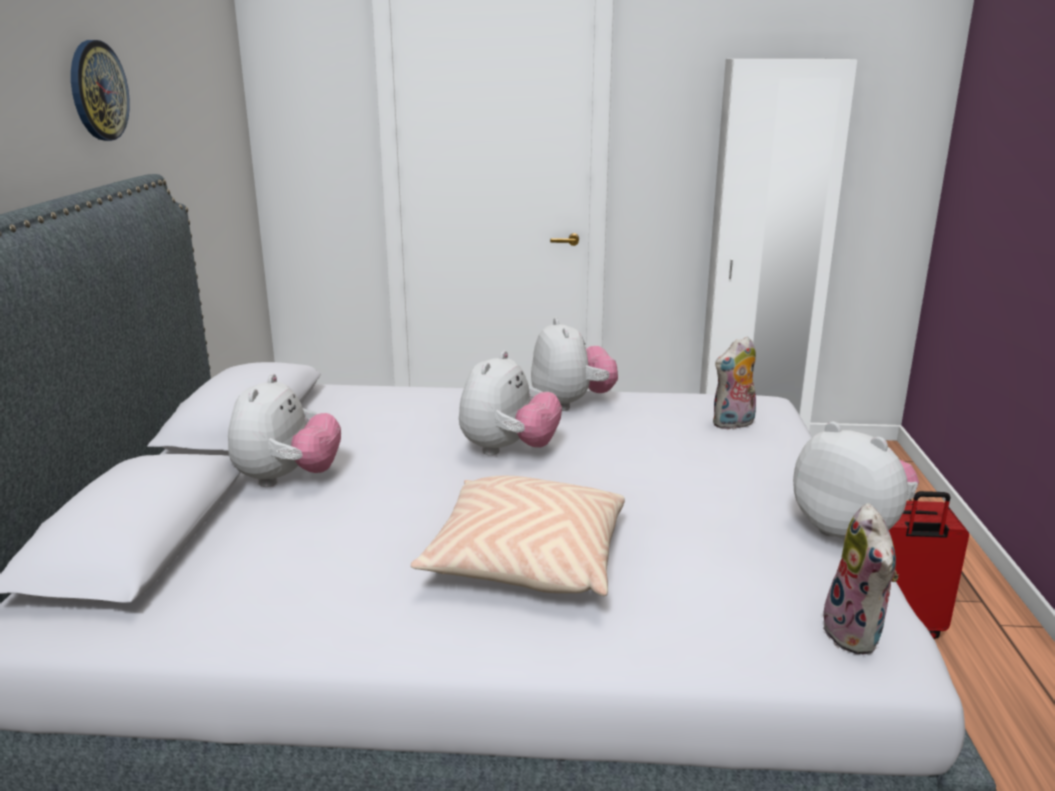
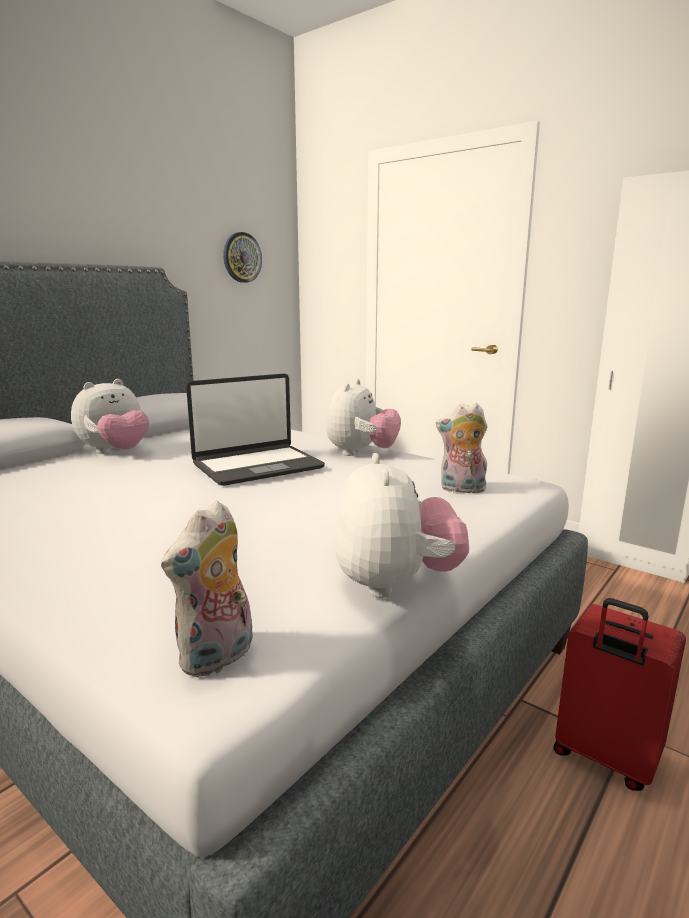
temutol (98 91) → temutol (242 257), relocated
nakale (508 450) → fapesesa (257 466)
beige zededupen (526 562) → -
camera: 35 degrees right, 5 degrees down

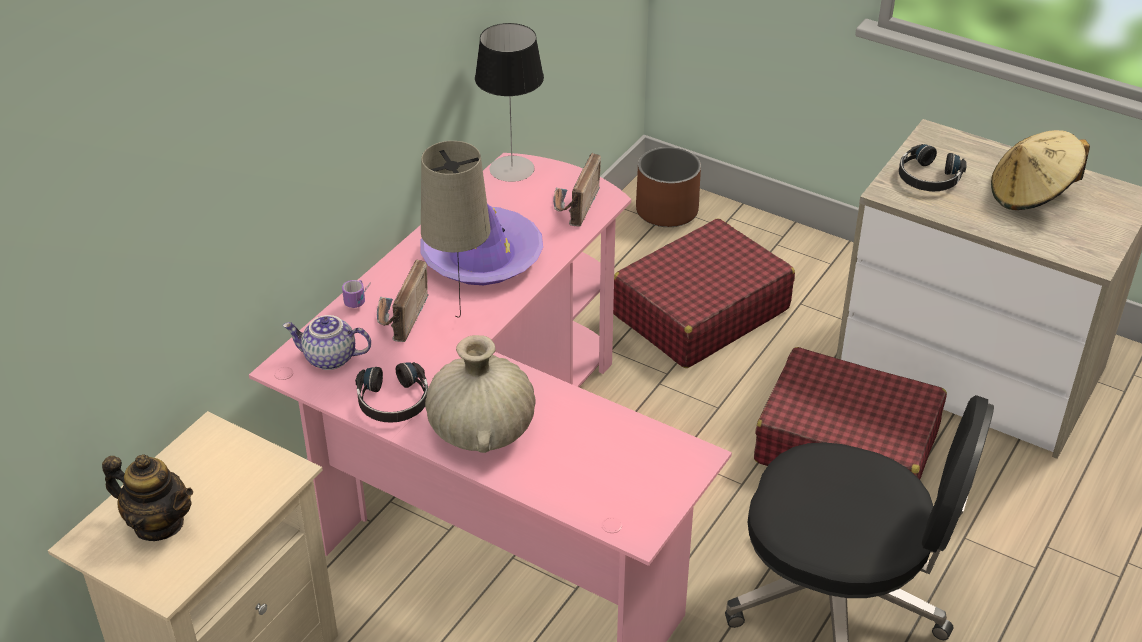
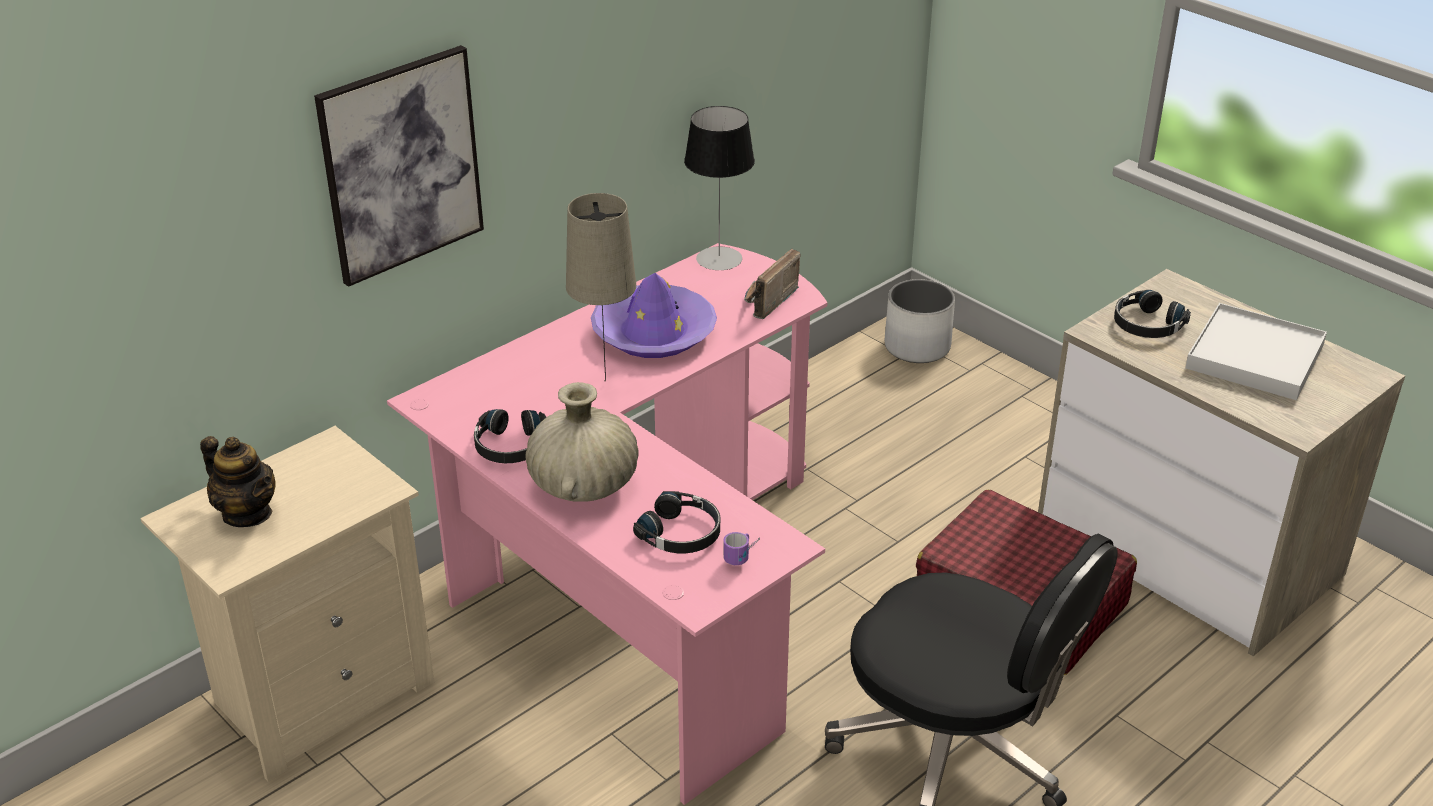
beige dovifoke (1031 195) → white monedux (1255 357)
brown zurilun (667 211) → white zurilun (917 347)
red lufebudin (699 312) → -
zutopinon (399 319) → -
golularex (360 299) → golularex (744 555), relocated
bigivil (329 359) → -
- → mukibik (401 165)
- → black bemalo (681 533)
camera: 15 degrees right, 5 degrees down

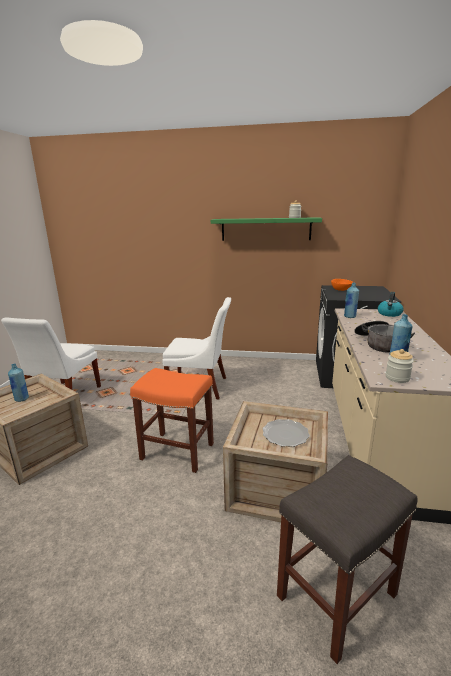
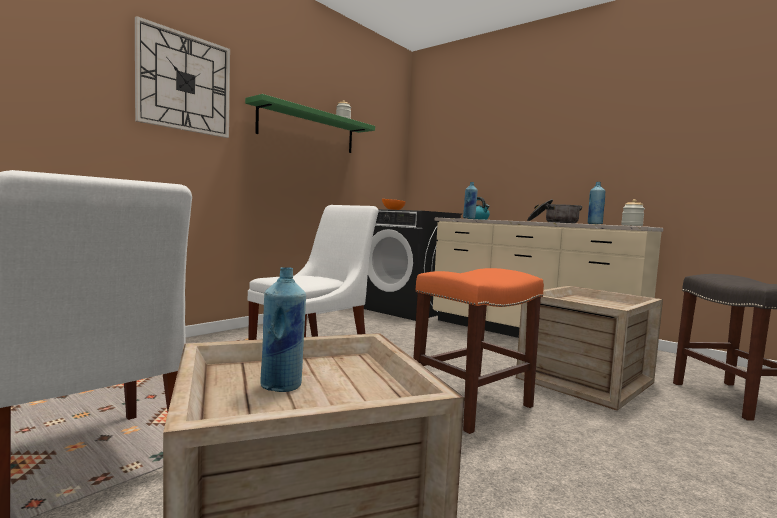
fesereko (285 434) → -
- → temutol (184 82)
camera: 60 degrees left, 15 degrees down

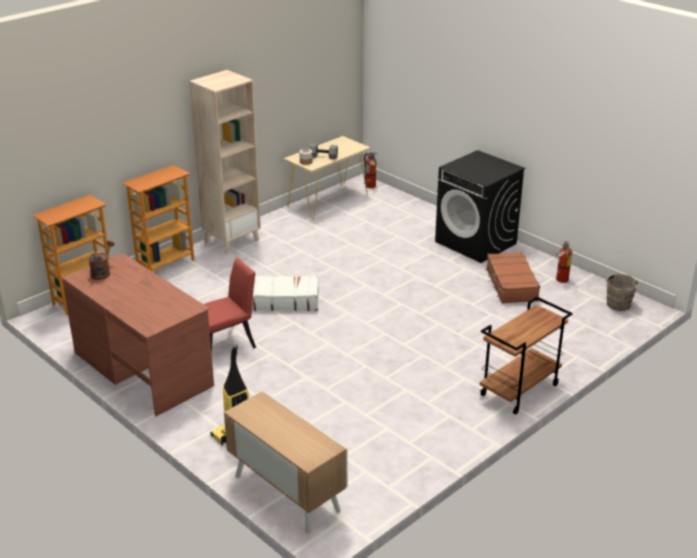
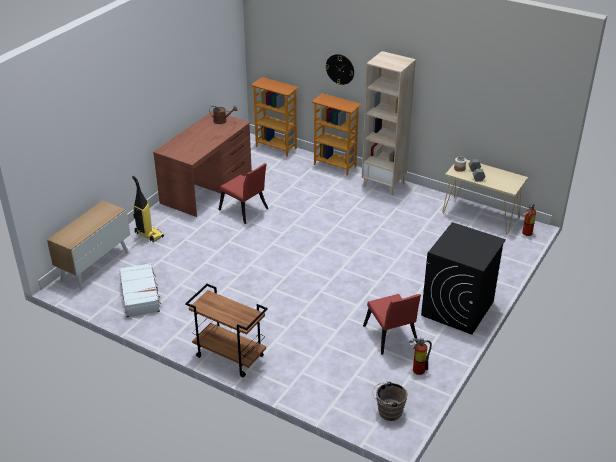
brown lufebudin (511 285) → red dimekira (391 337)
white lufebudin (283 300) → white lufebudin (140 295), relocated
- → temutol (340 69)
camera: 75 degrees right, 5 degrees up

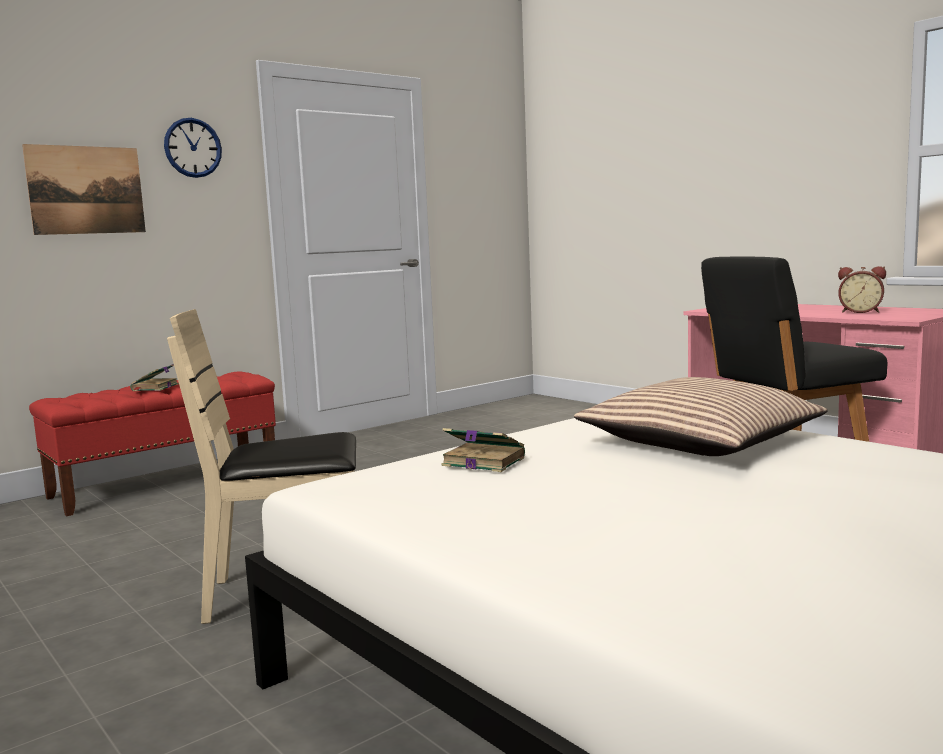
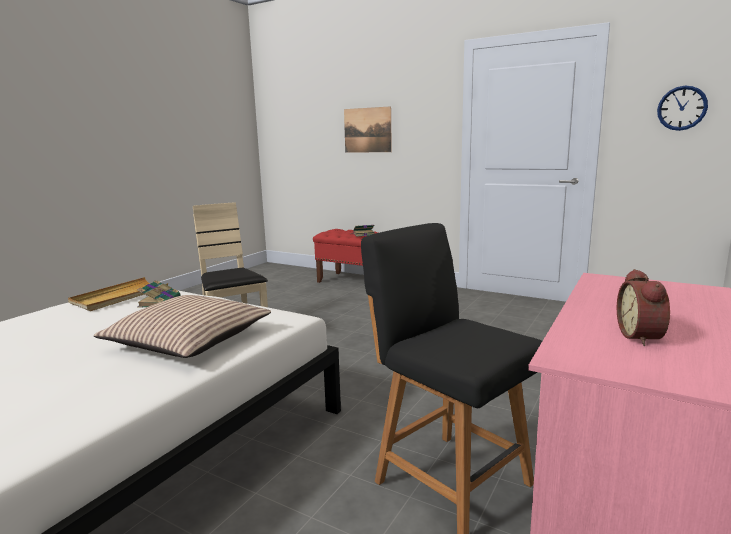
temutol (193 148) → temutol (682 108), relocated
- → beige monedux (119 297)
camera: 70 degrees right, 5 degrees up

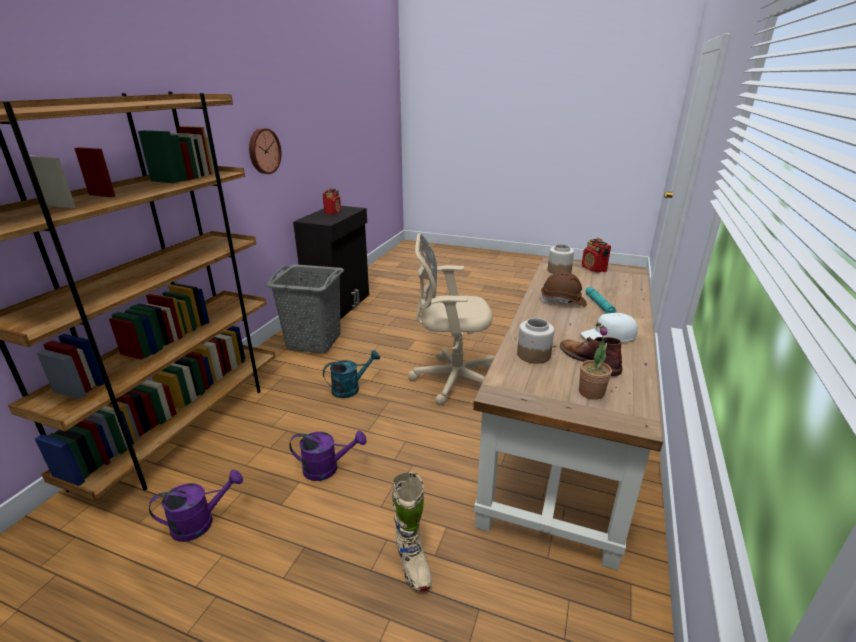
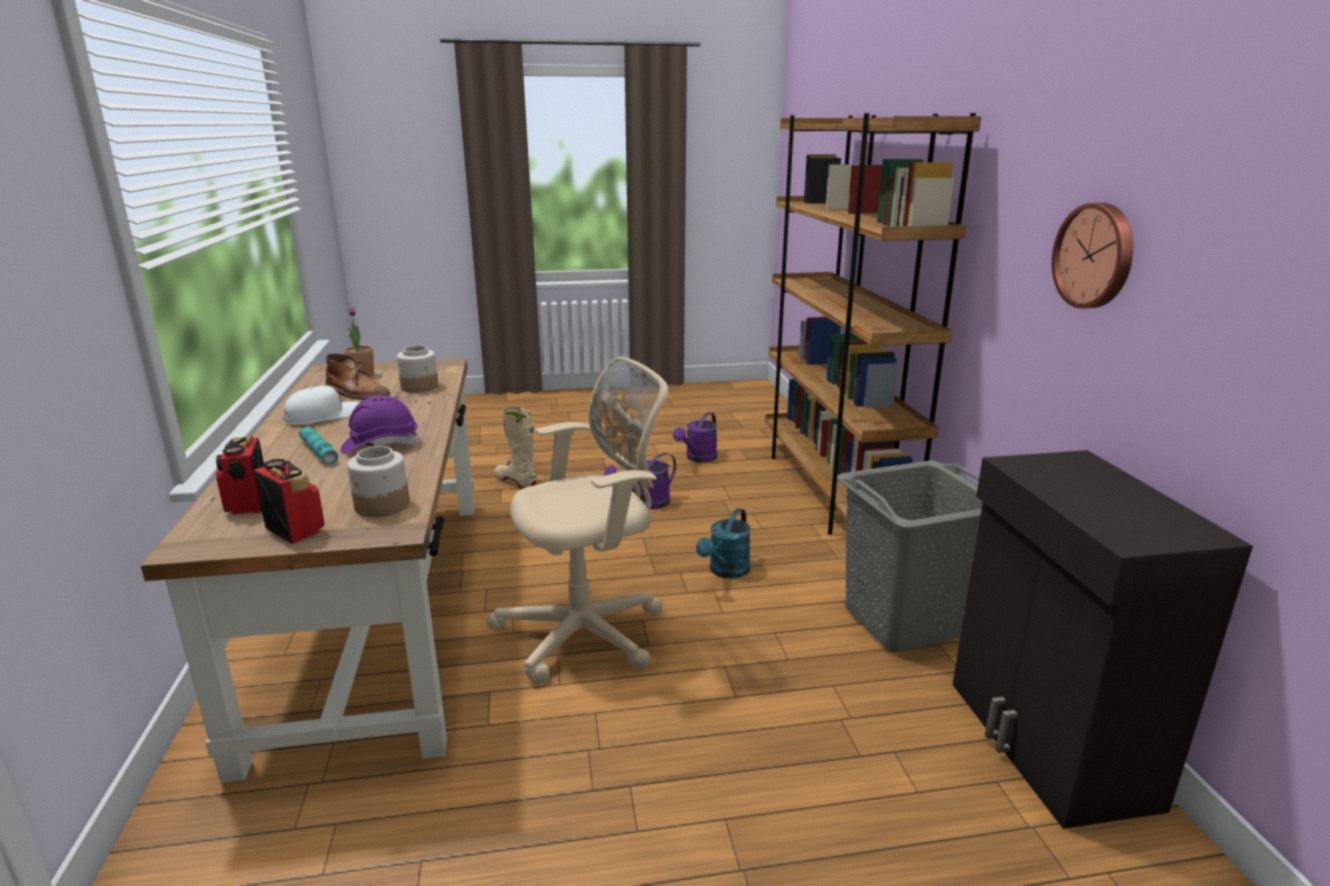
zutopinon (333 212) → zutopinon (248 504), relocated
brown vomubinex (563 301) → purple vomubinex (380 445)
camera: 150 degrees right, 5 degrees down

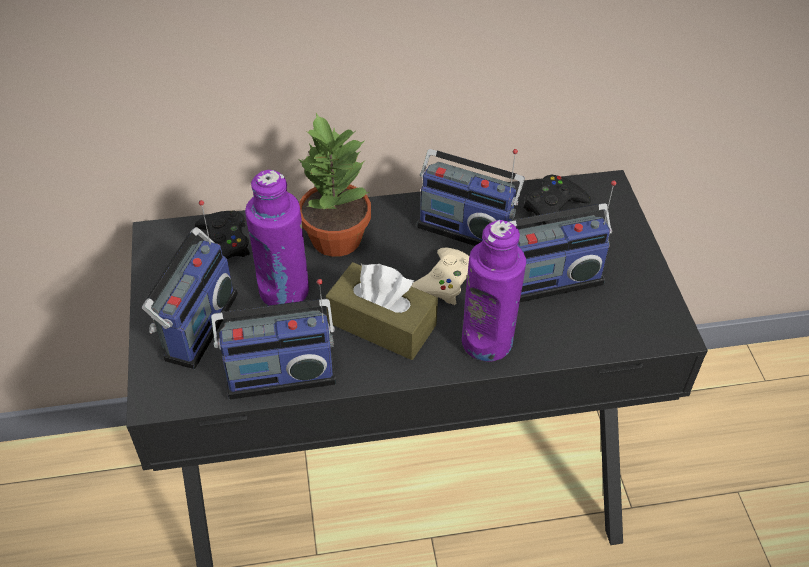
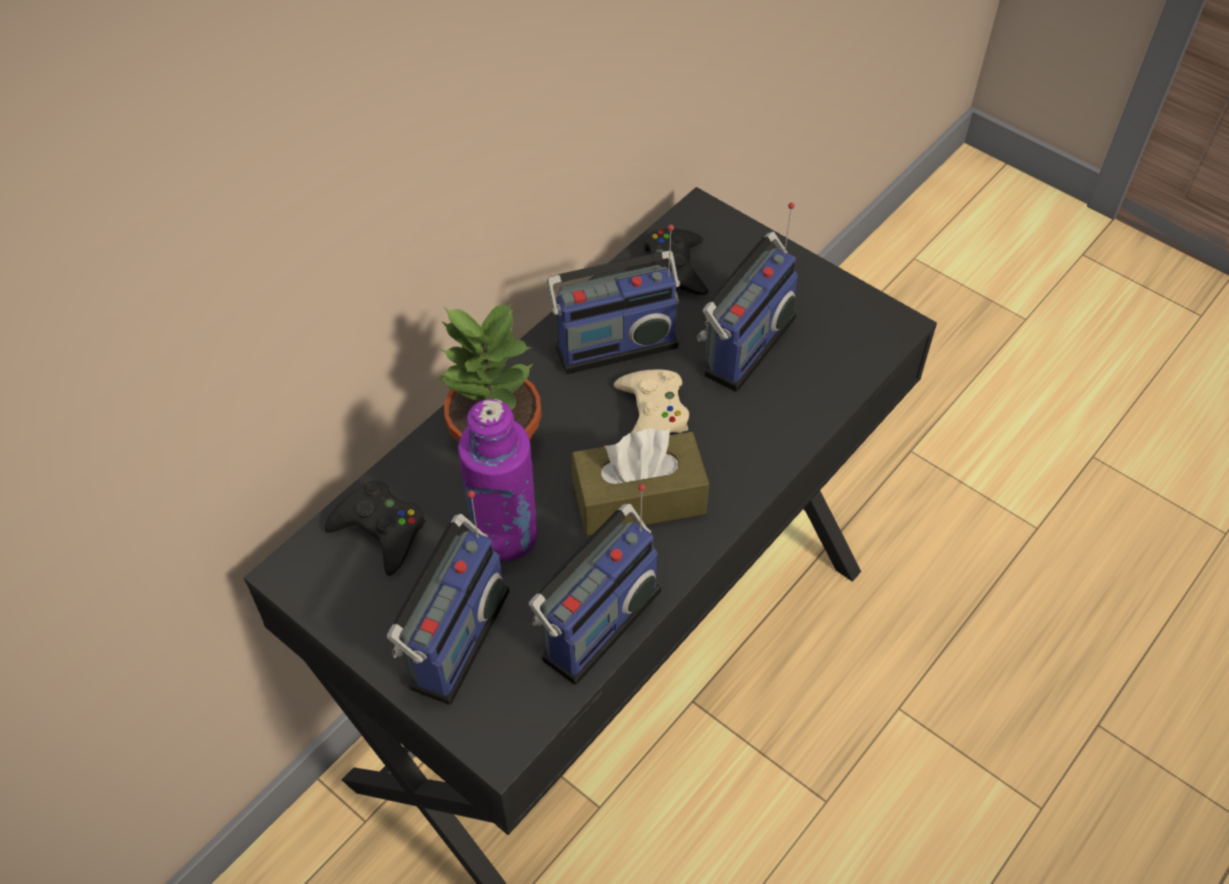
zutopinon (196 325) → zutopinon (453 637), 45 degrees clockwise
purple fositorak (487 341) → -
camera: 40 degrees left, 5 degrees up

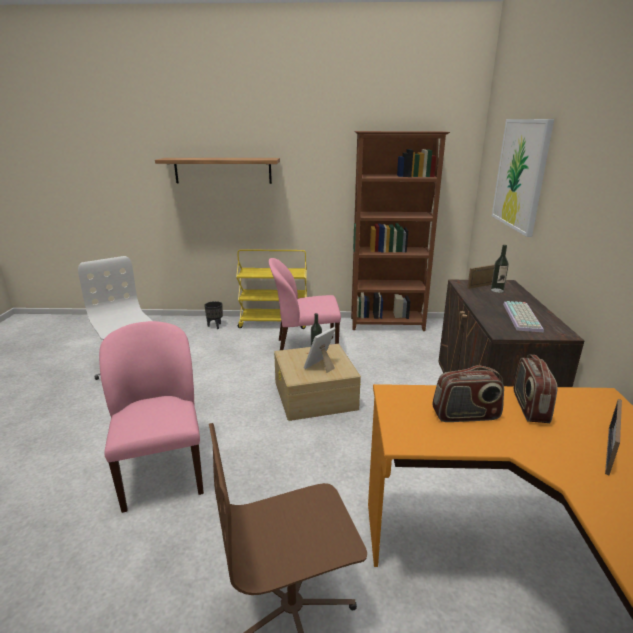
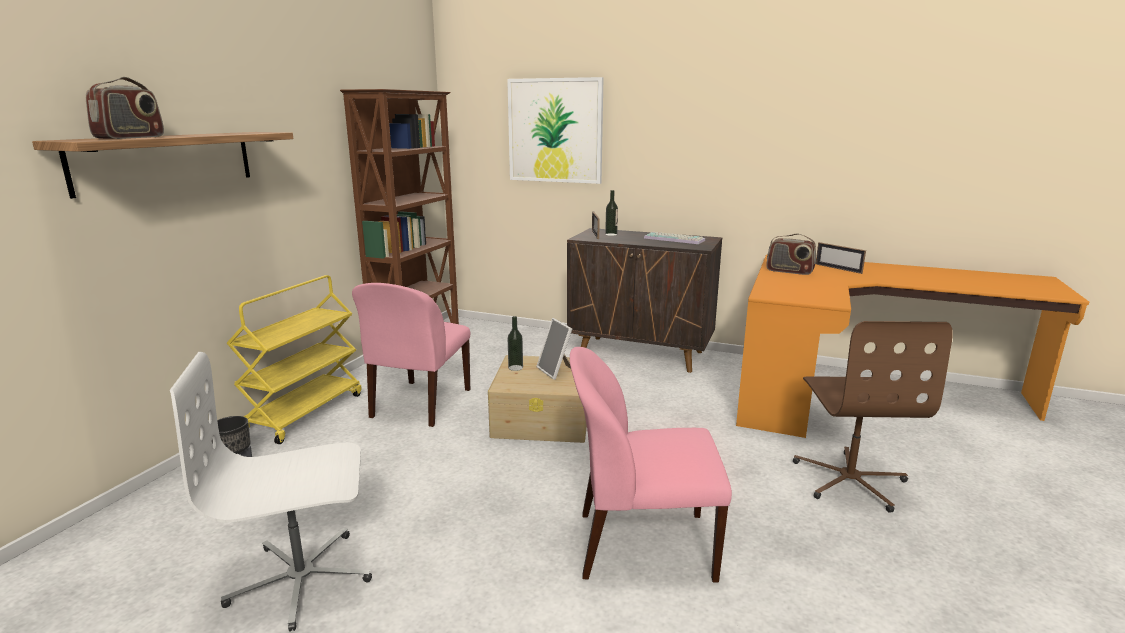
zutopinon (465 415) → zutopinon (130 137), relocated
camera: 70 degrees left, 5 degrees down

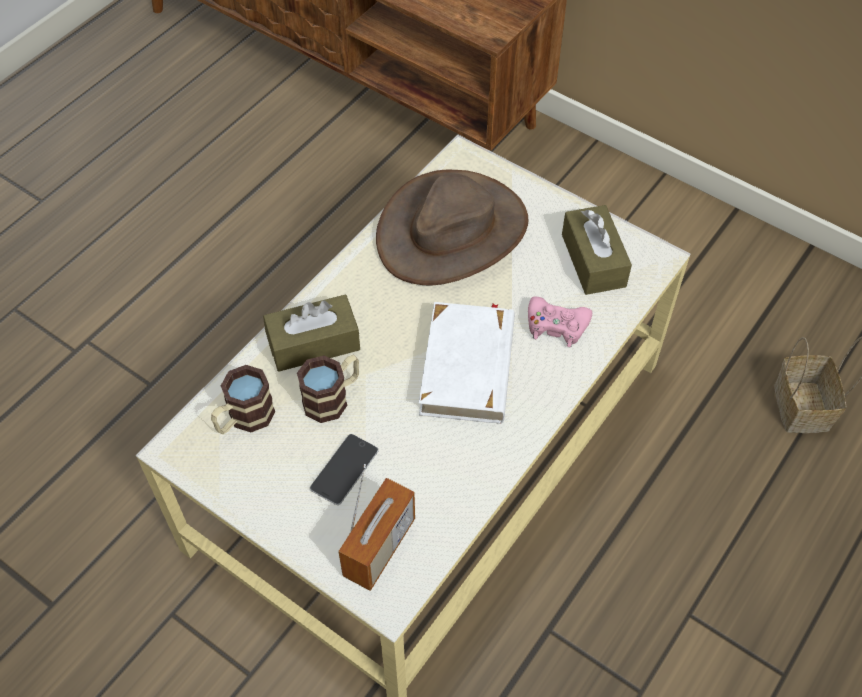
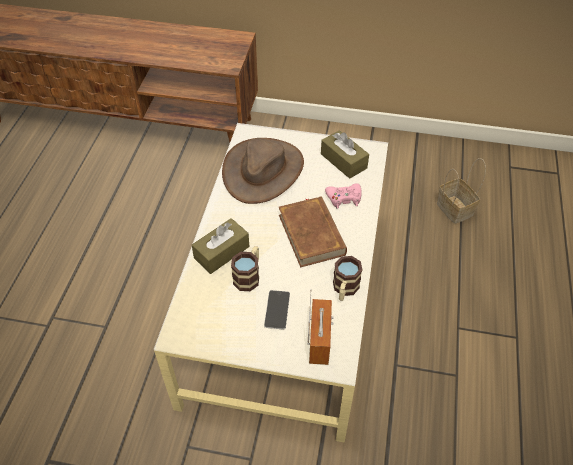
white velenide (468 367) → brown velenide (312 234)
golularex (244 419) → golularex (344 289), relocated
camera: 25 degrees left, 5 degrees down

